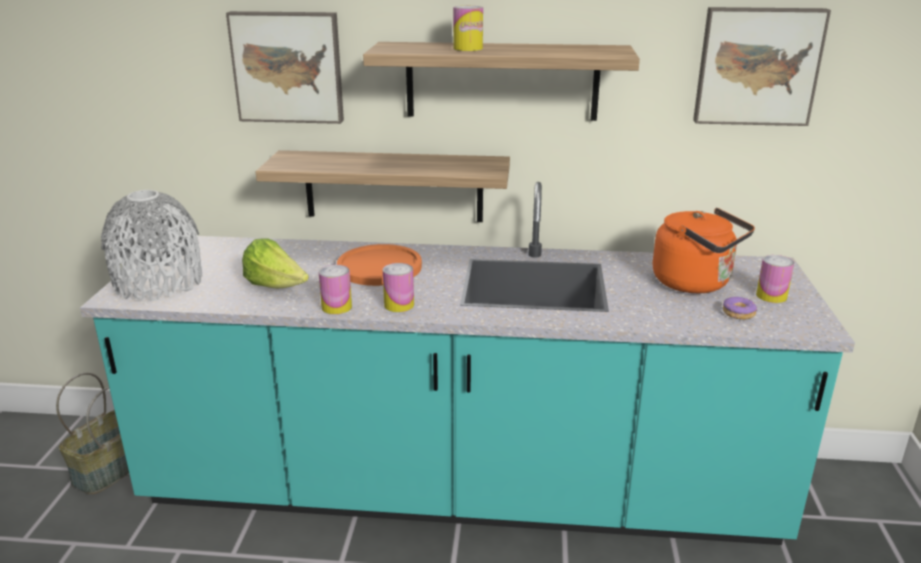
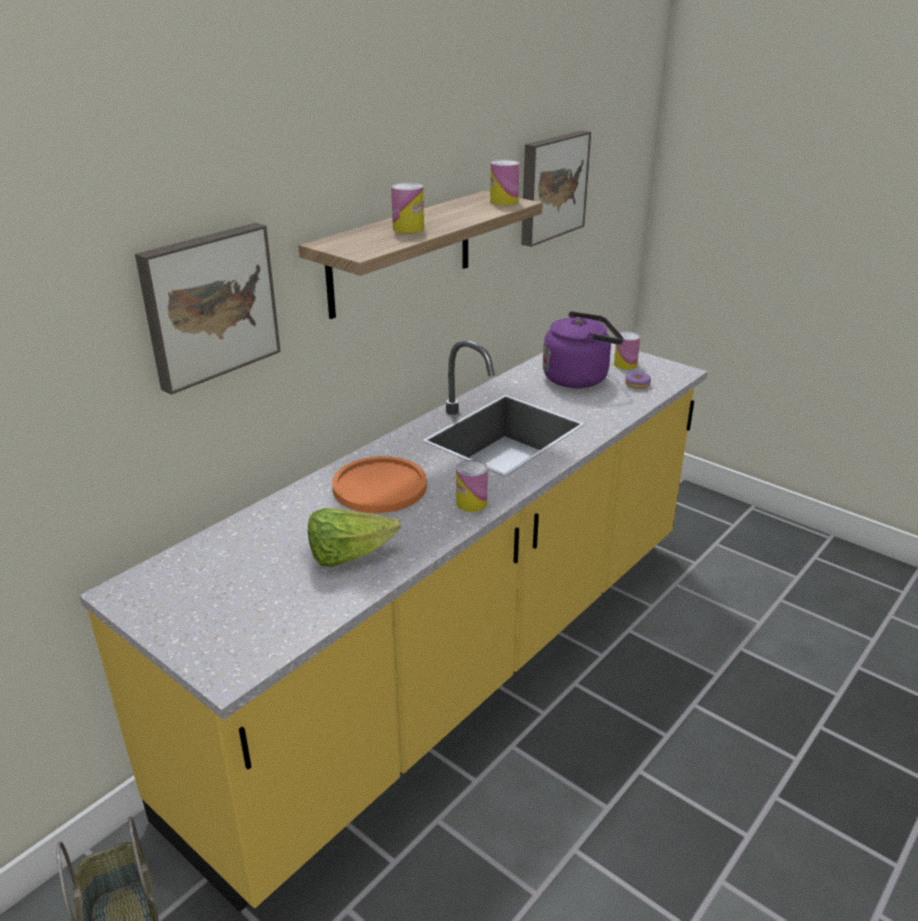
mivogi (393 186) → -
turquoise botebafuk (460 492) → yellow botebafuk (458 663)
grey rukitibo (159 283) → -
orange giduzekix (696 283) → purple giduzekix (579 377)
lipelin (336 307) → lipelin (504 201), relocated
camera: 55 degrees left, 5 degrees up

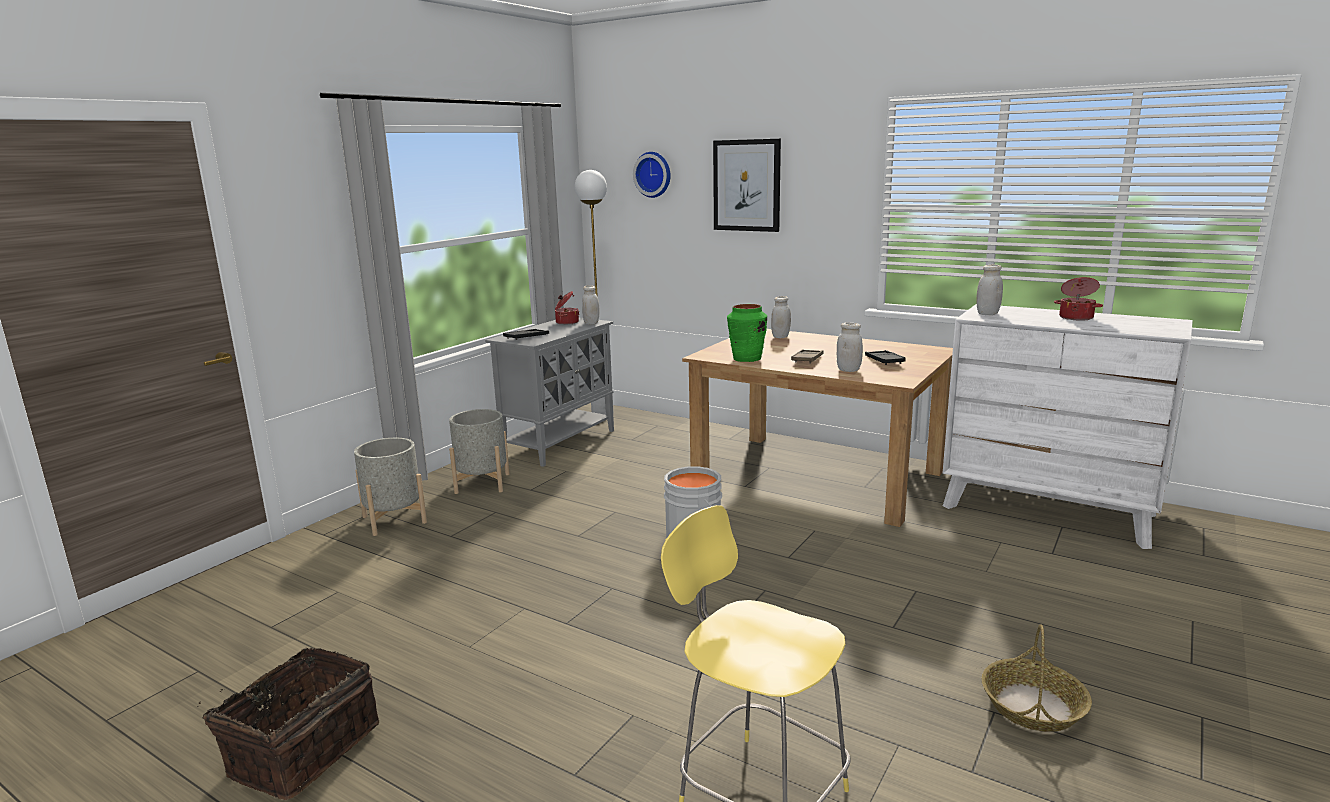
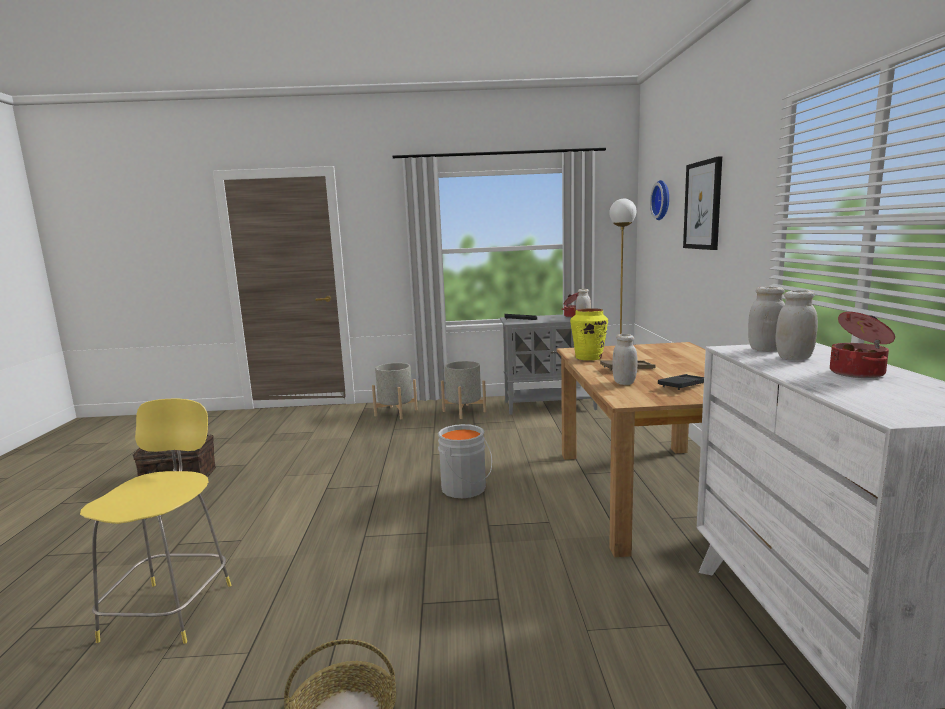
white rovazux (780 337) → white rovazux (794 358), relocated
green rukitibo (747 359) → yellow rukitibo (588 358)
camera: 55 degrees right, 5 degrees down

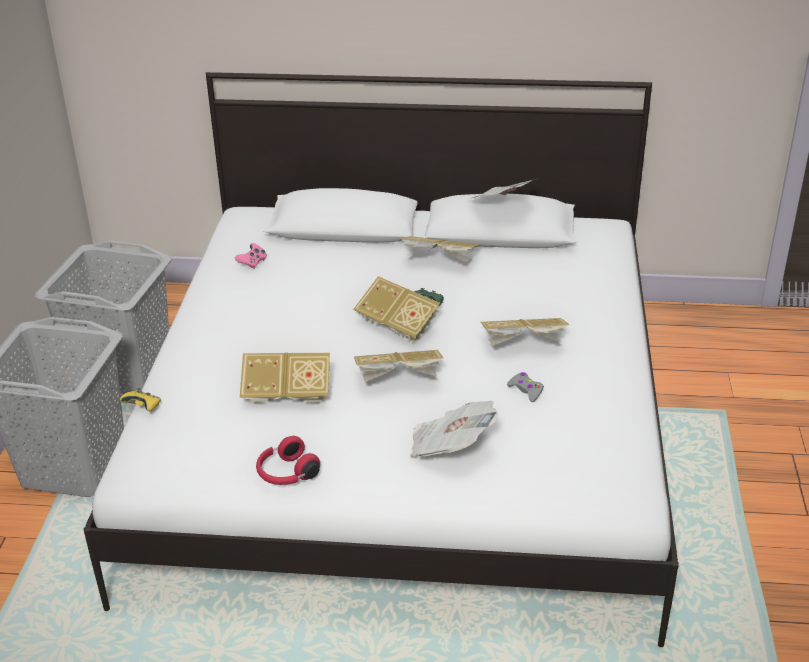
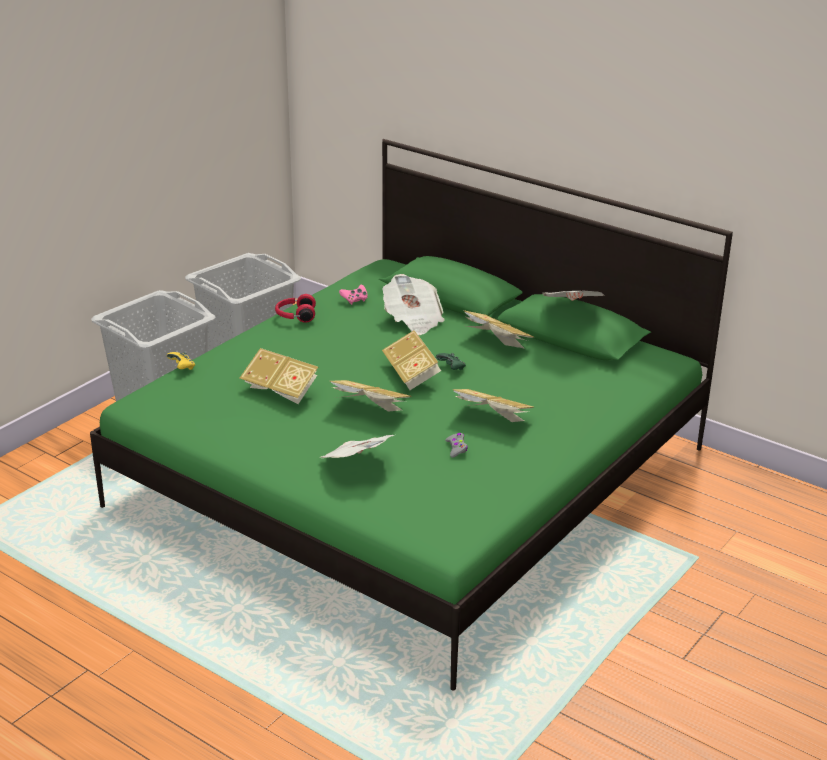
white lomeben (407 433) → green lomeben (413 477)
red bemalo (286 473) → red bemalo (295 316), relocated
- → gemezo (413 320)
camera: 30 degrees right, 5 degrees down

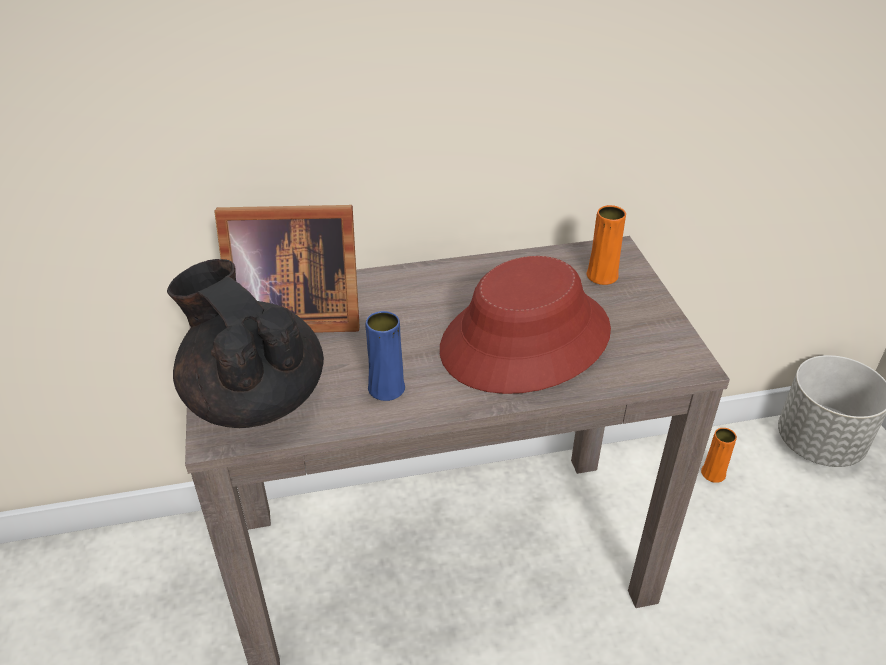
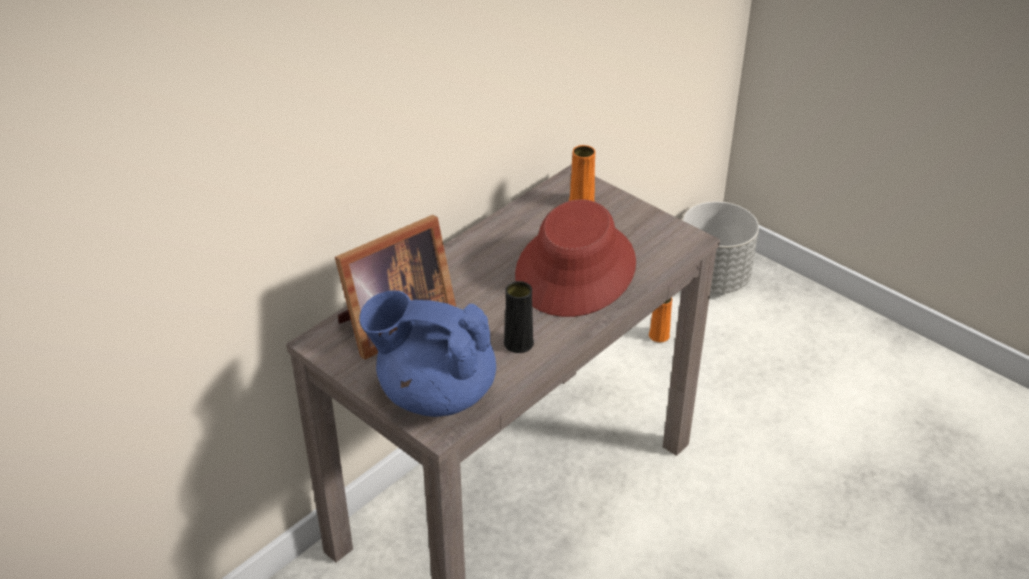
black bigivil (254 398) → blue bigivil (435 392)
blue rukitibo (386 388) → black rukitibo (518 343)
camera: 35 degrees left, 0 degrees up

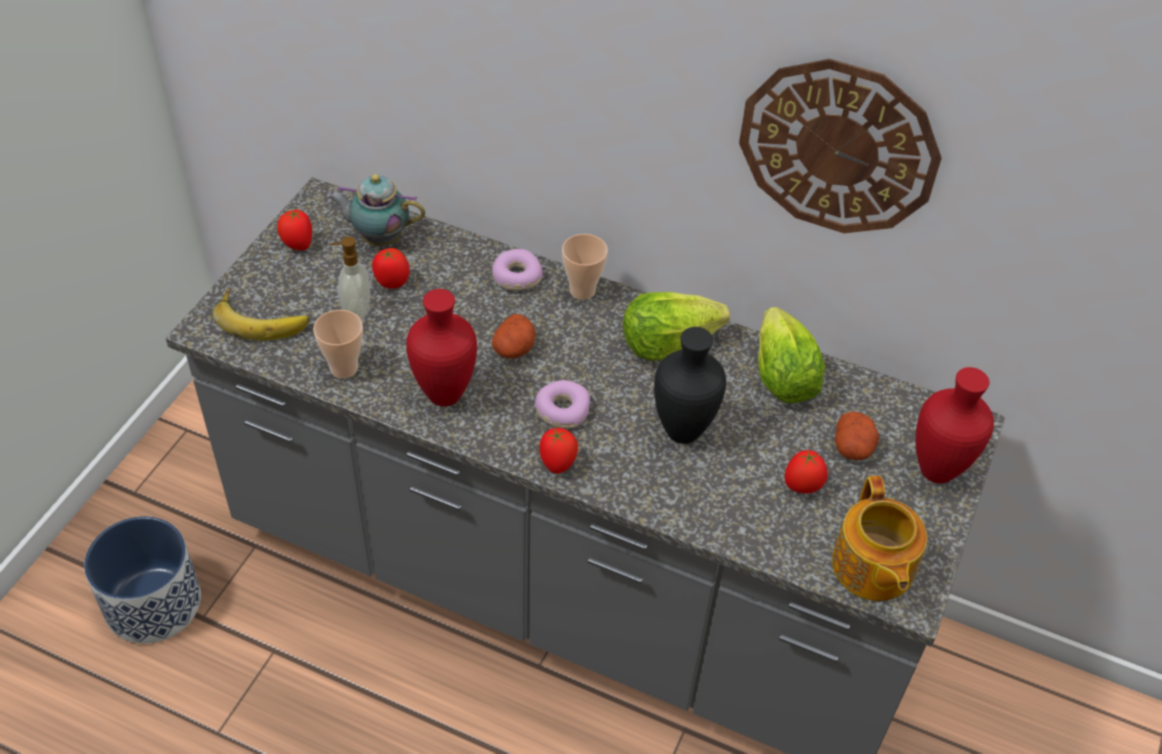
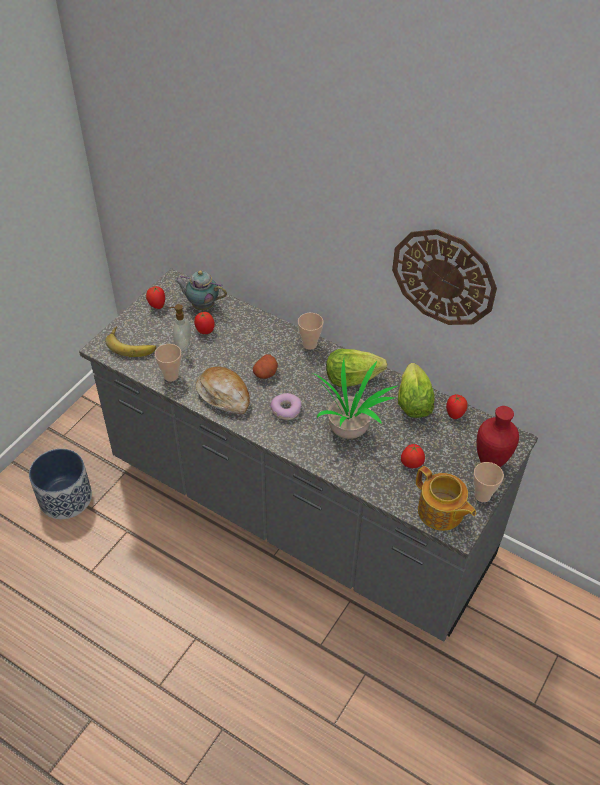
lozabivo (516 277) → -
red rukitibo (447 395) → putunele (224 395)
black rukitibo (681 433) → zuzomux (349 428)
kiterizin (853 447) → -
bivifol (558 464) → bivifol (455 414), relocated
bigivil (871 568) → bigivil (441 512), 45 degrees counterclockwise
- → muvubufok (482 495)
camera: 10 degrees right, 0 degrees up

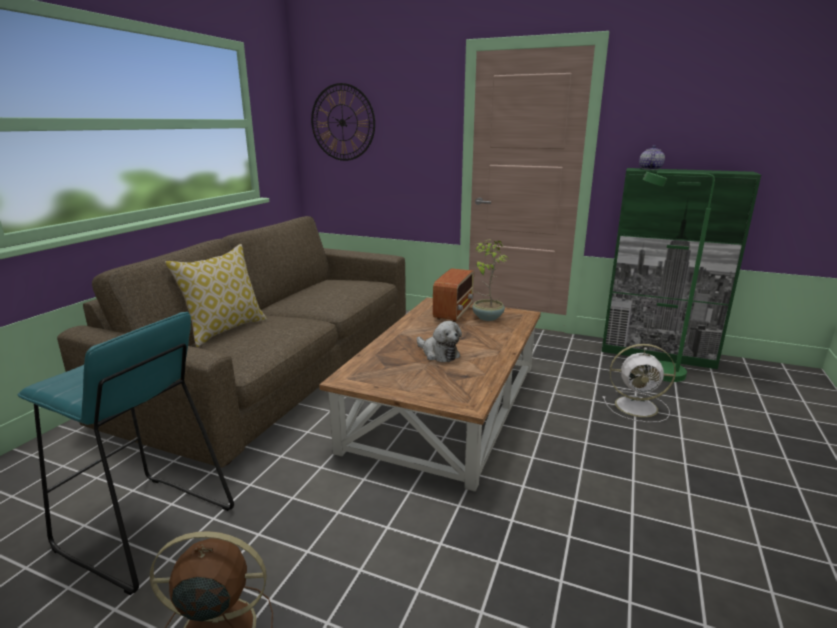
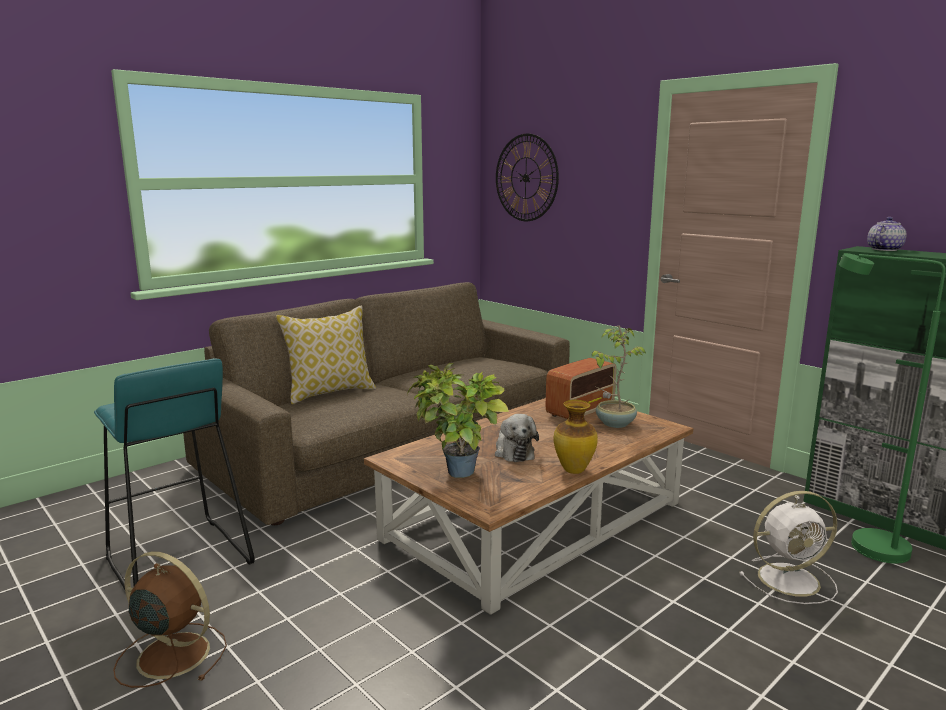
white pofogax (638 407) → white pofogax (791 579), 45 degrees counterclockwise
- → zuzomux (455 475)
- → rukitibo (573 470)
camera: 25 degrees right, 5 degrees down

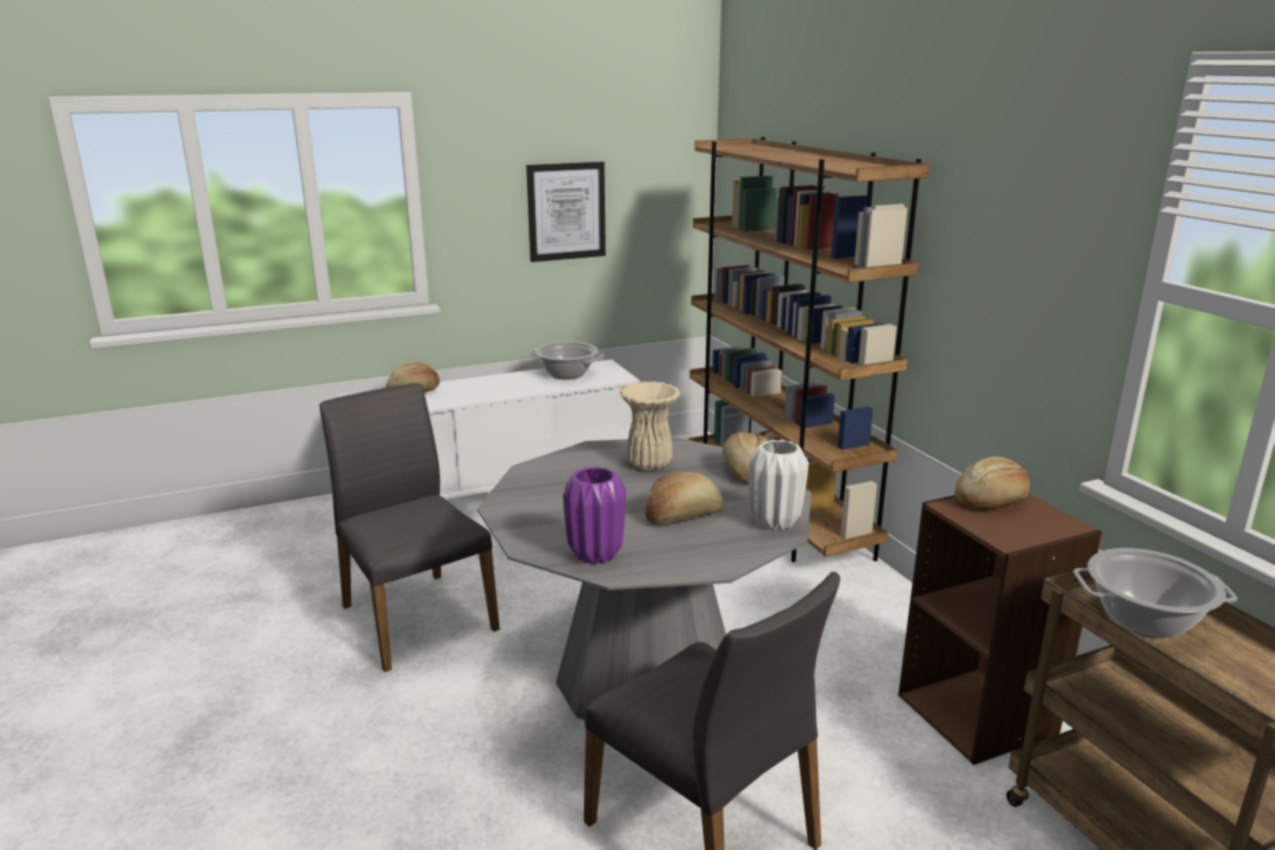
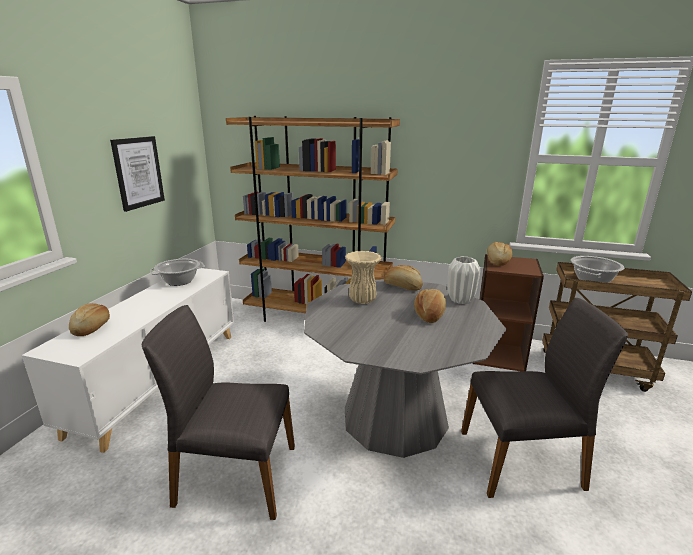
purple rukitibo (595 555) → -
camera: 50 degrees left, 0 degrees up

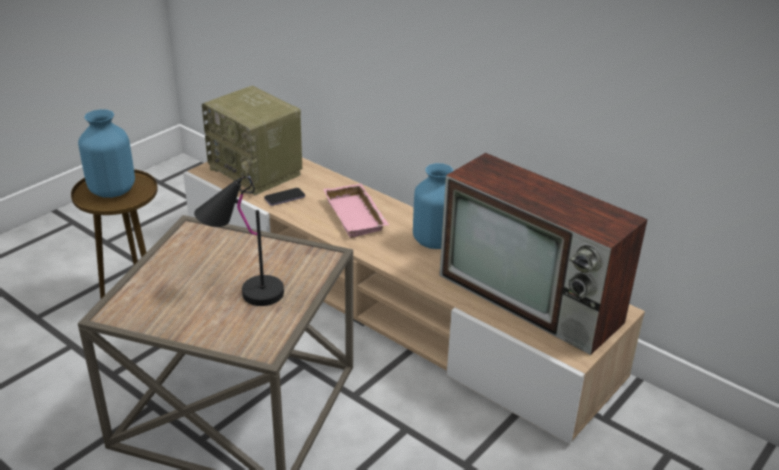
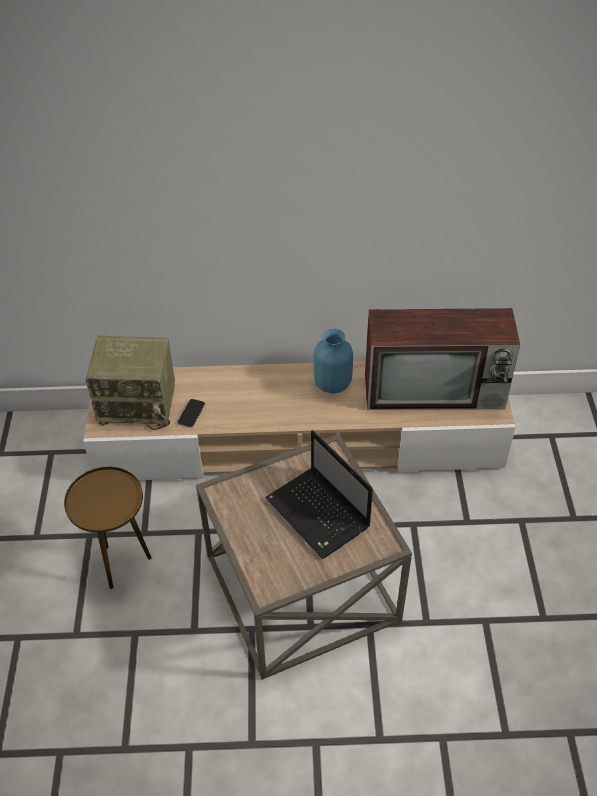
blue rukitibo (113 190) → -
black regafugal (243 292) → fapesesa (319 514)
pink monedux (357 216) → -
camera: 40 degrees left, 15 degrees up

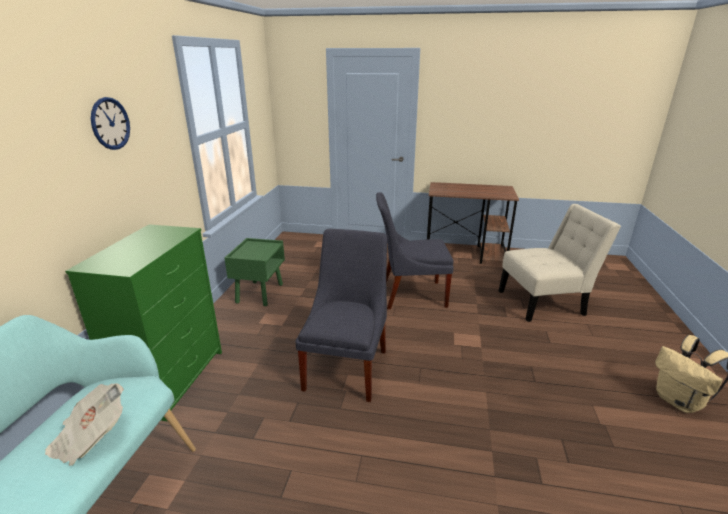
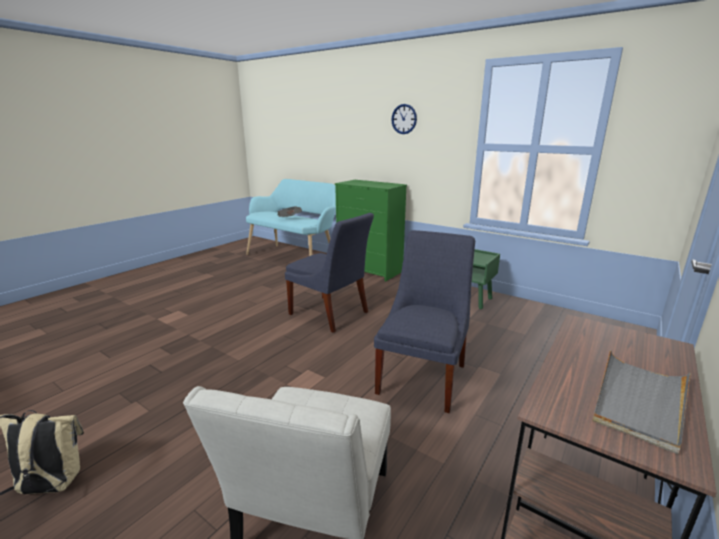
- → grey monedux (639 401)
camera: 115 degrees right, 5 degrees down

